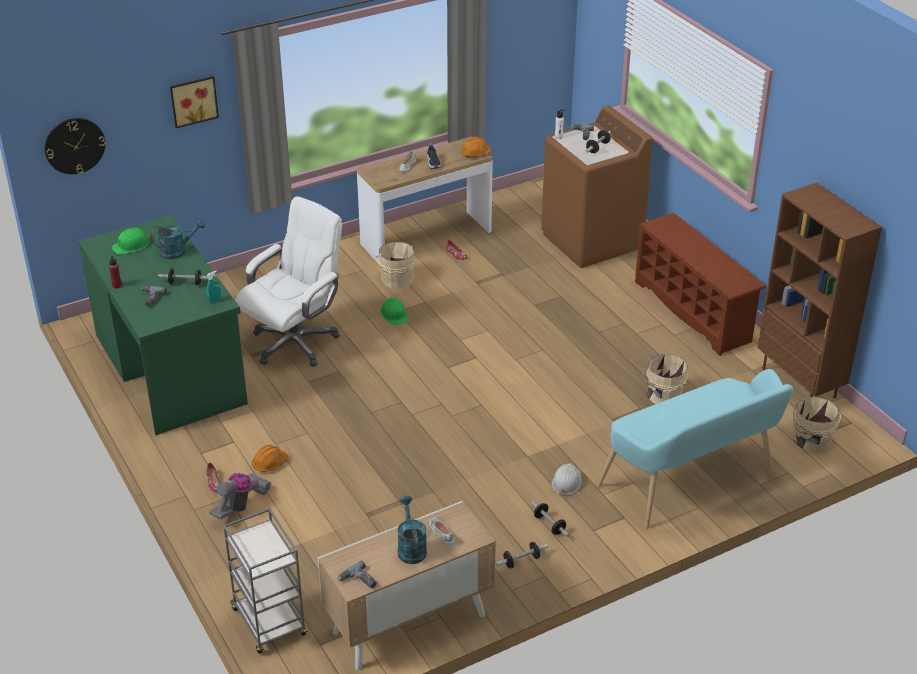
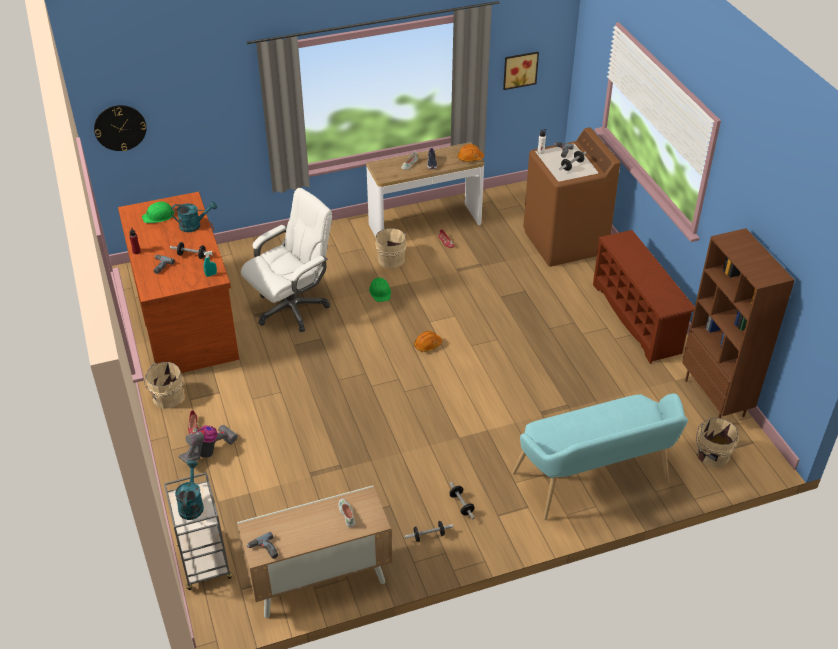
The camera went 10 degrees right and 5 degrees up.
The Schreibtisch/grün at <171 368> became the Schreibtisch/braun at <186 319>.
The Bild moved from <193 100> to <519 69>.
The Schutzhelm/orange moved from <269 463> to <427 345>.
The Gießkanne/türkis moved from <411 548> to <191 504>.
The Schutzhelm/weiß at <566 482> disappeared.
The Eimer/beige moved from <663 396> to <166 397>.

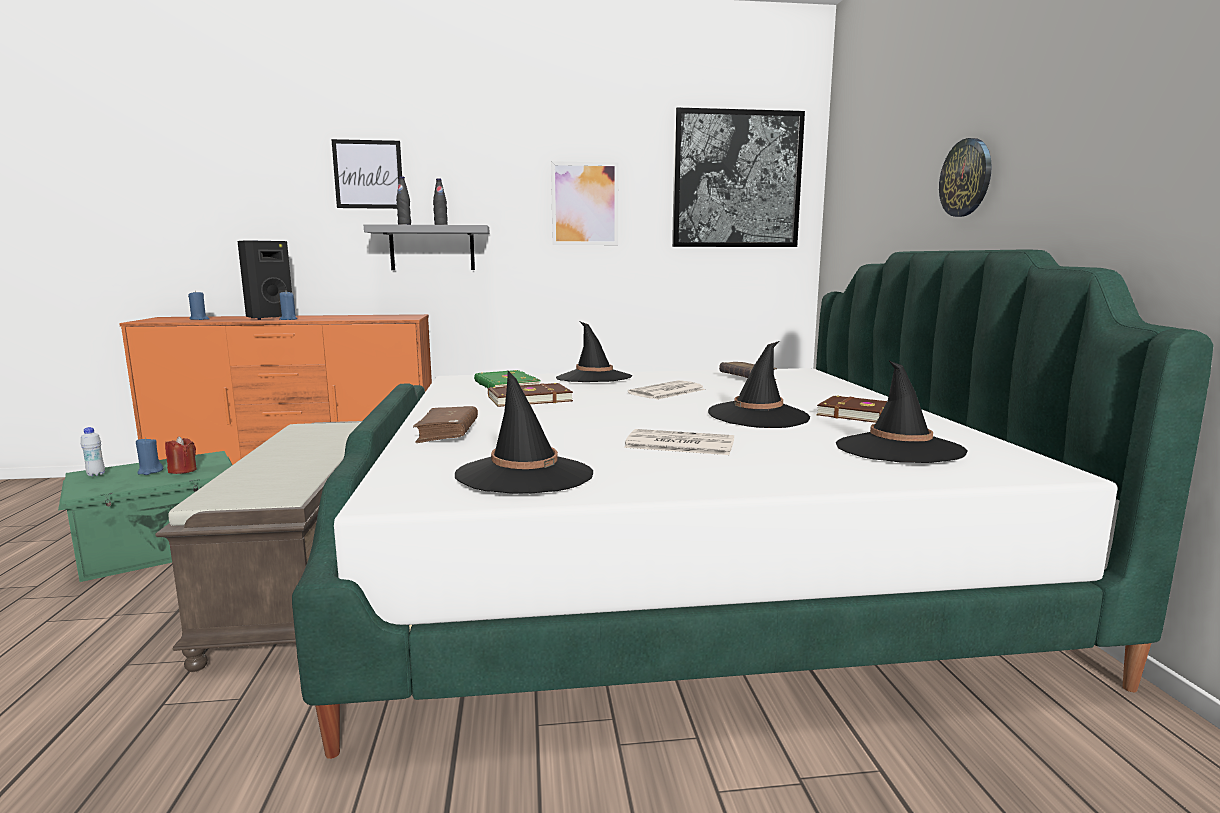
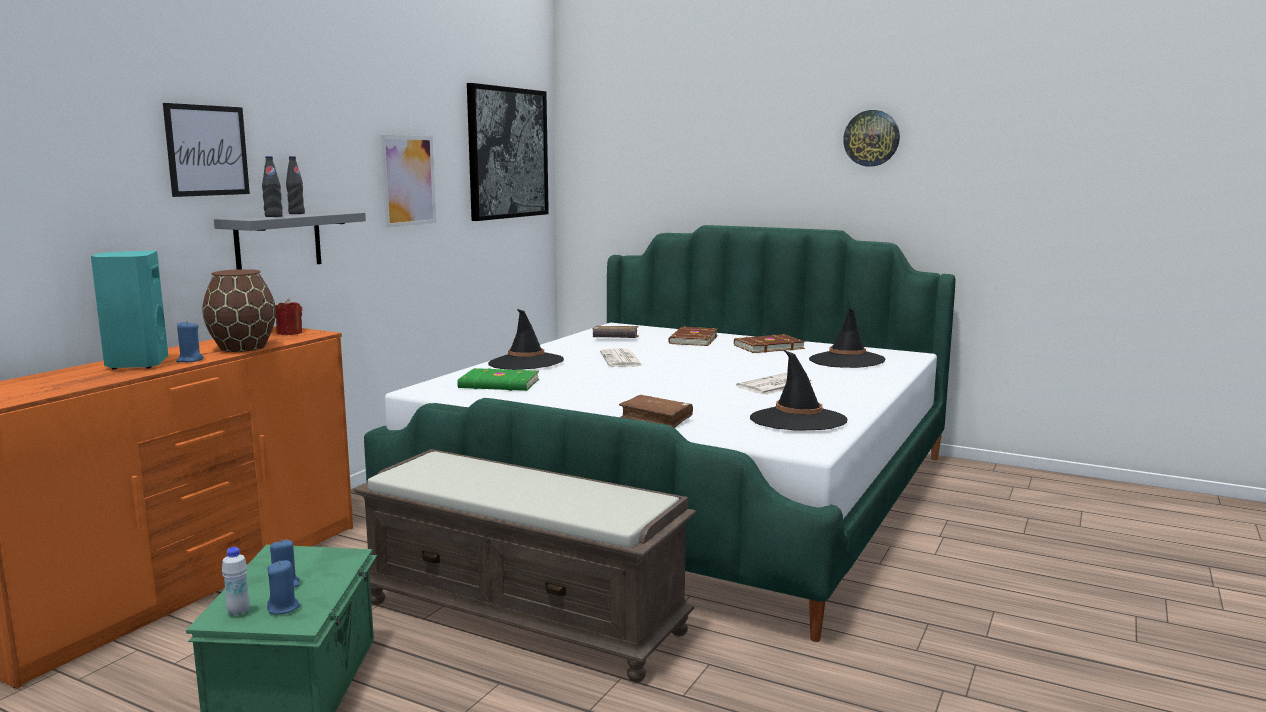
The camera went 55 degrees left and 0 degrees up.
The Kerze/rot moved from <182 470> to <290 333>.
The Kerze/blau moved from <199 319> to <283 608>.
The Lautsprecher/schwarz at <268 318> became the Lautsprecher/türkis at <136 364>.
The Buch/braun moved from <528 399> to <692 340>.
The Hut/schwarz at <758 416> disappeared.
The Wanduhr moved from <966 178> to <871 138>.
The Vase/braun at <243 348> appeared.

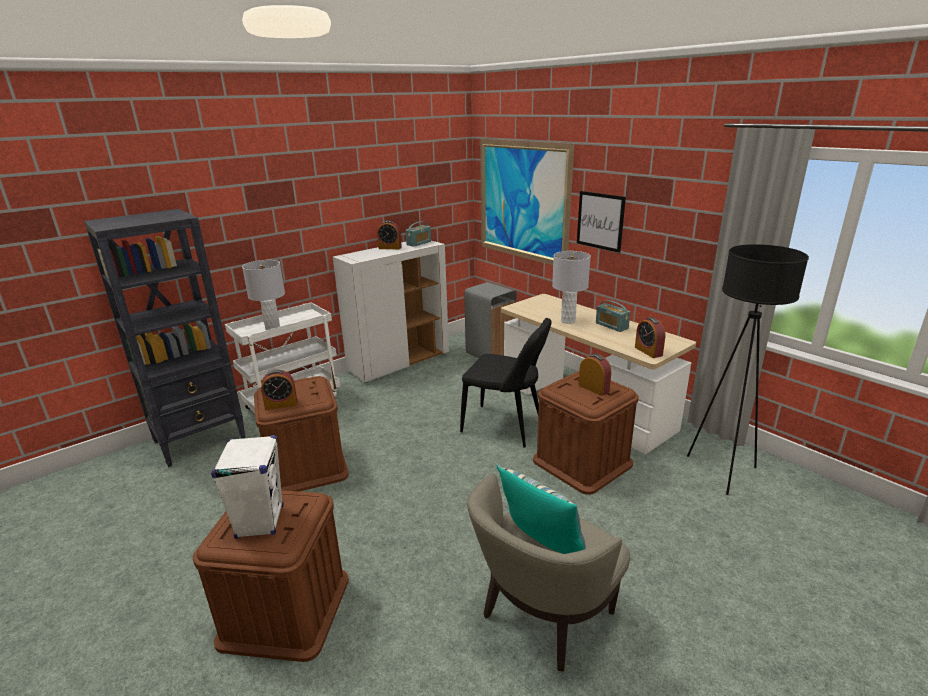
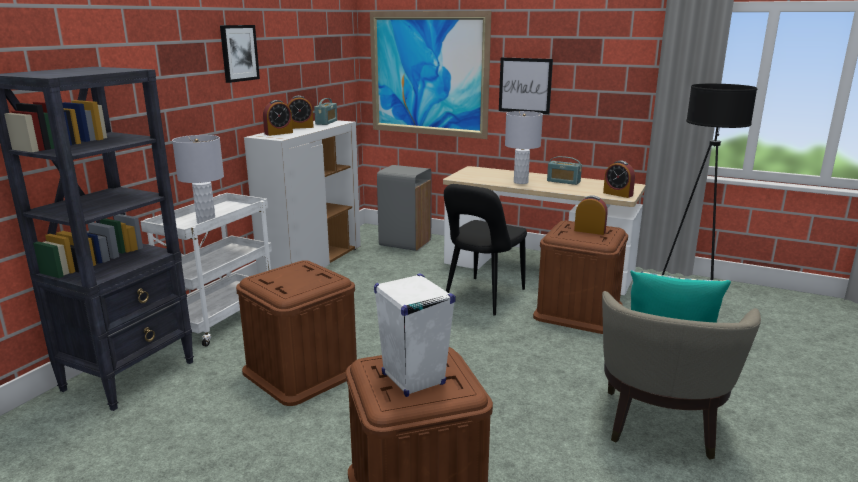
The camera went 25 degrees left and 5 degrees down.
The Wecker moved from <281 404> to <278 133>.
The Stuhl/schwarz at <505 427> turned 120 degrees clockwise.
The Bild at <239 53> appeared.

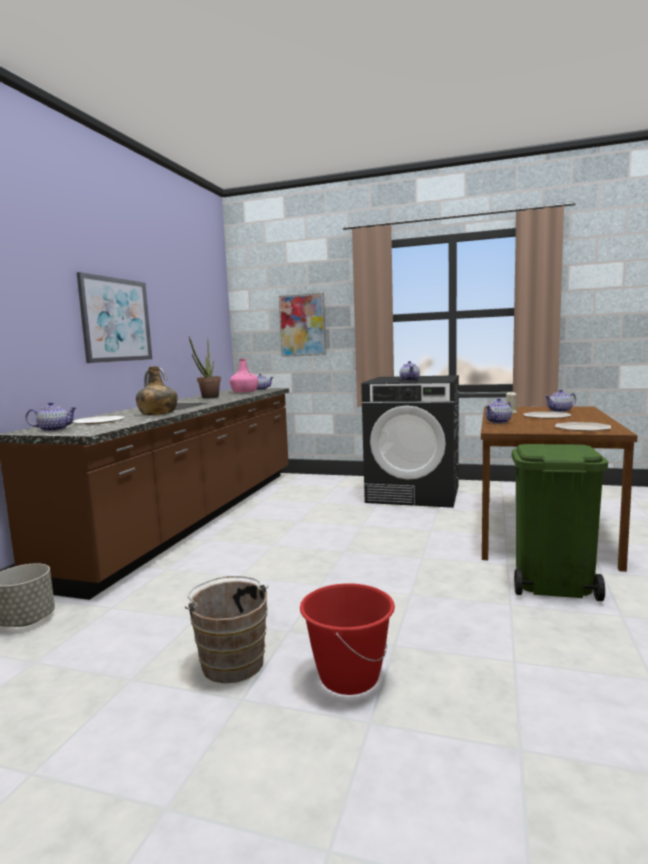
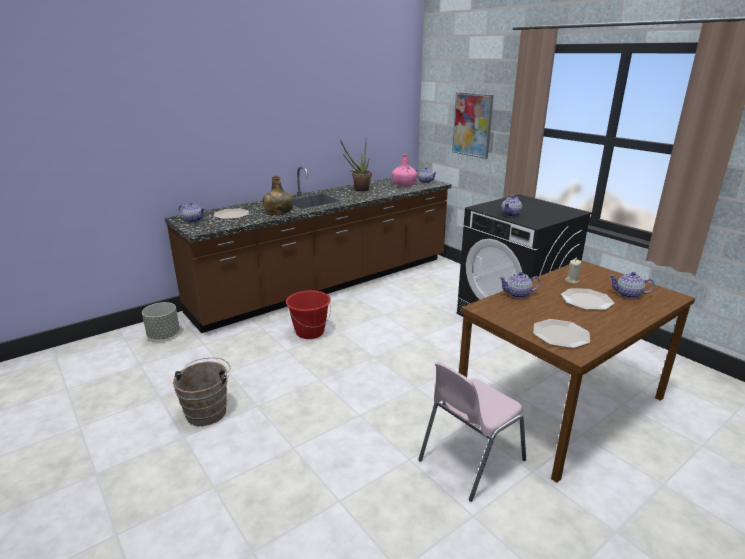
The camera went 35 degrees right and 15 degrees up.
The Bild at <116 320> disappeared.
The Eimer/rot moved from <349 677> to <310 332>.
The Mülleimer/grün at <552 584> was replaced by the Stuhl/rosa at <469 460>.

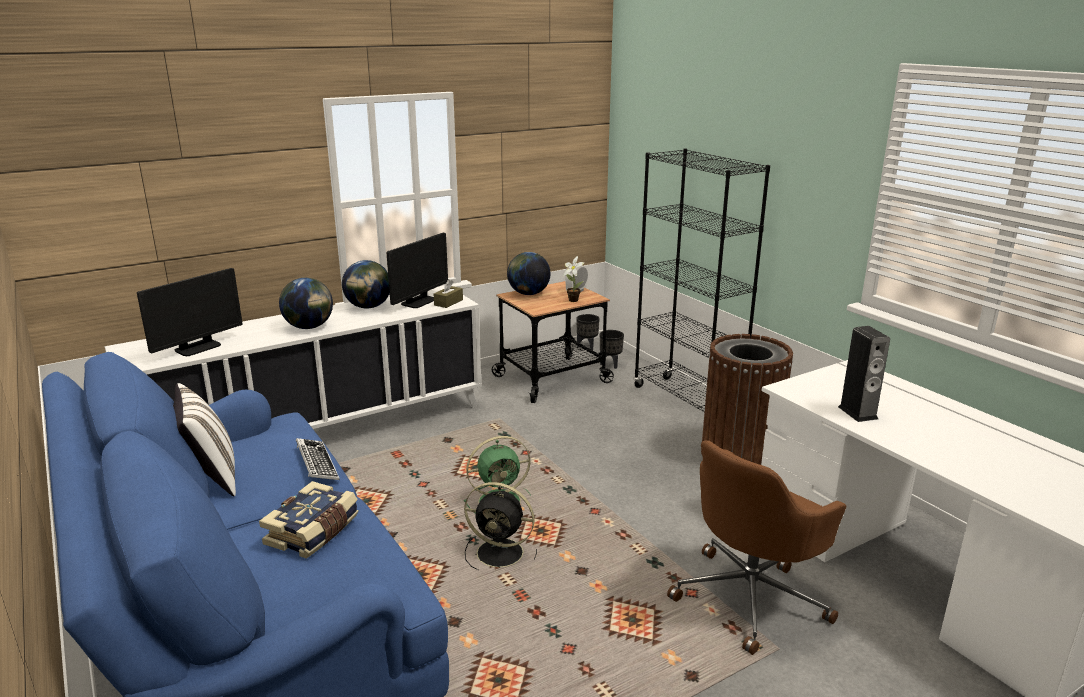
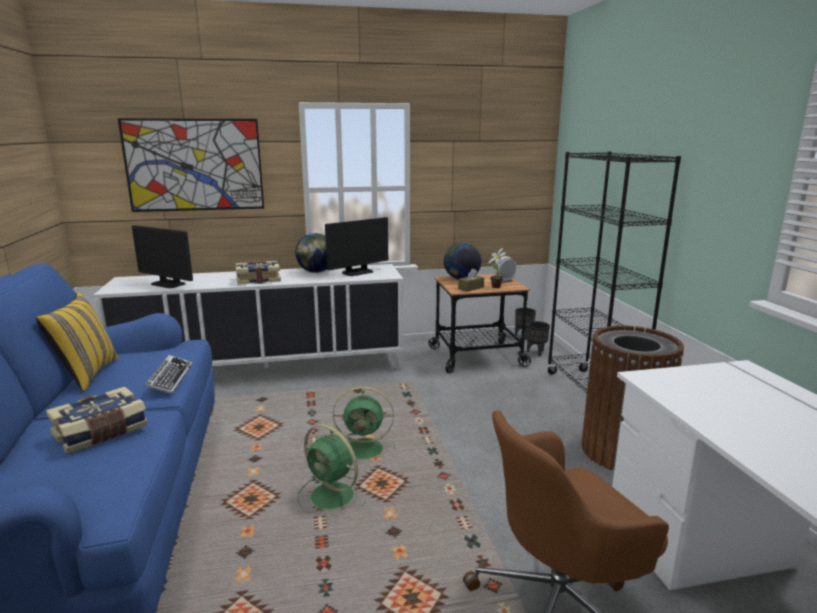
The camera went 20 degrees right and 5 degrees down.
The Monitor at <198 347> turned 60 degrees clockwise.
The Kissen/weiß at <210 478> became the Kissen/gelb at <86 375>.
The Globus at <309 327> was replaced by the Buch at <258 280>.
The Taschentuchbox/braun moved from <448 302> to <471 288>.
The Ventilator/schwarz at <502 553> became the Ventilator/grün at <333 497>.
The Lautsprecher at <857 412> disappeared.
The Bild at <194 165> appeared.

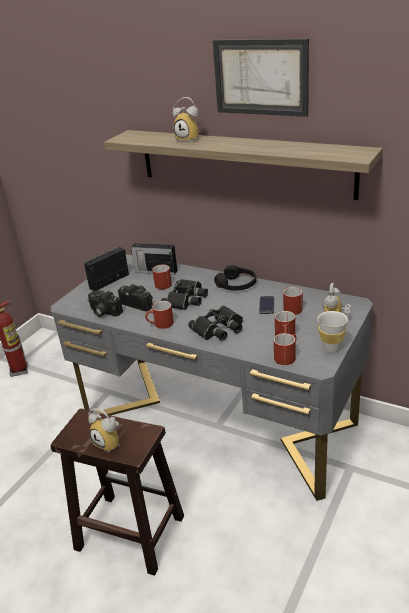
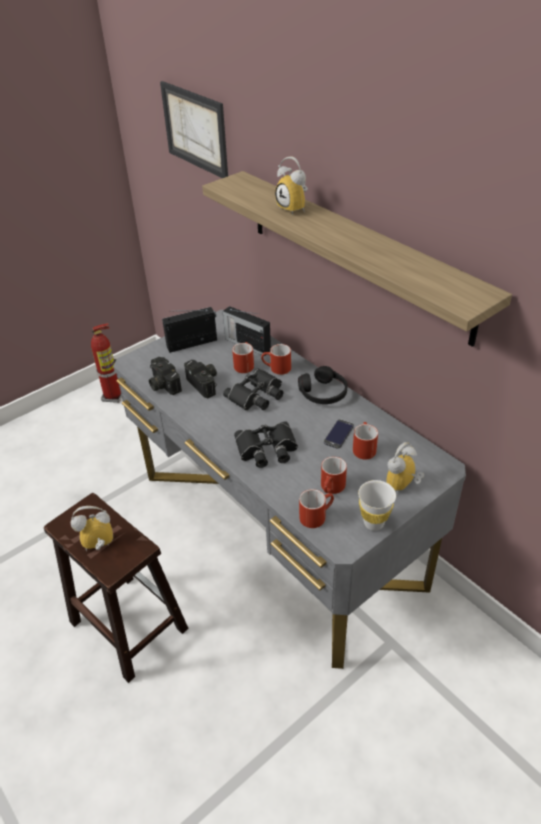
The camera went 20 degrees right and 10 degrees up.
The Wecker at <110 442> turned 105 degrees clockwise.
The Henkelbecher/rot moved from <160 325> to <276 369>.
The Bild moved from <261 77> to <195 129>.

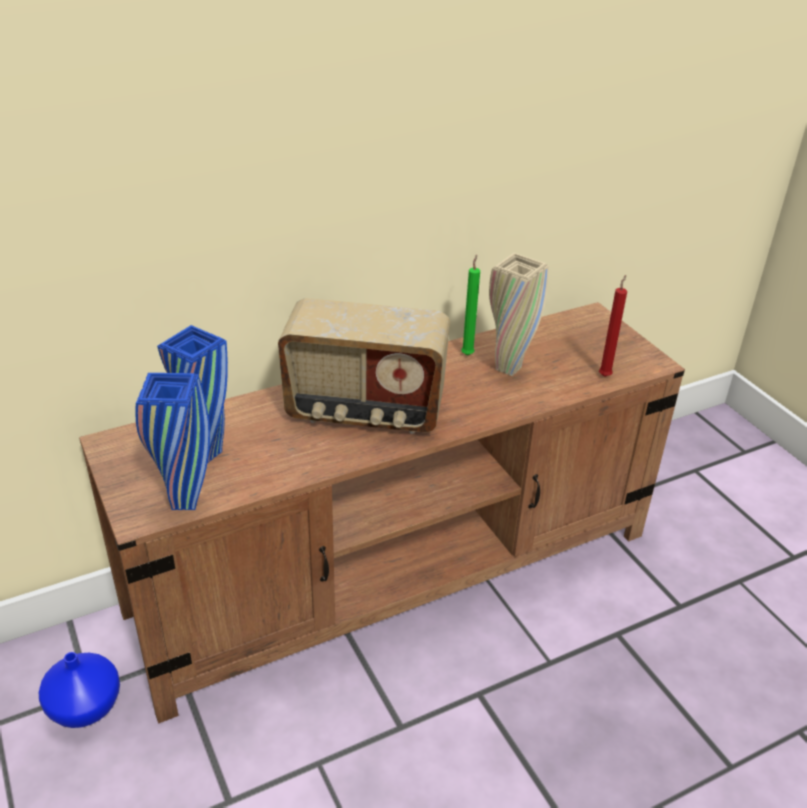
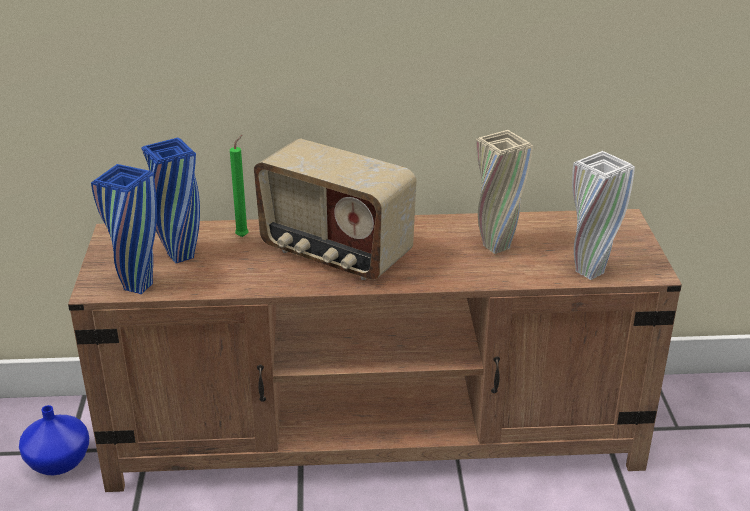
The camera went 25 degrees right and 5 degrees down.
The Kerze/grün moved from <468 354> to <244 236>.
The Kerze/rot at <605 375> was replaced by the Vase/weiß at <589 272>.

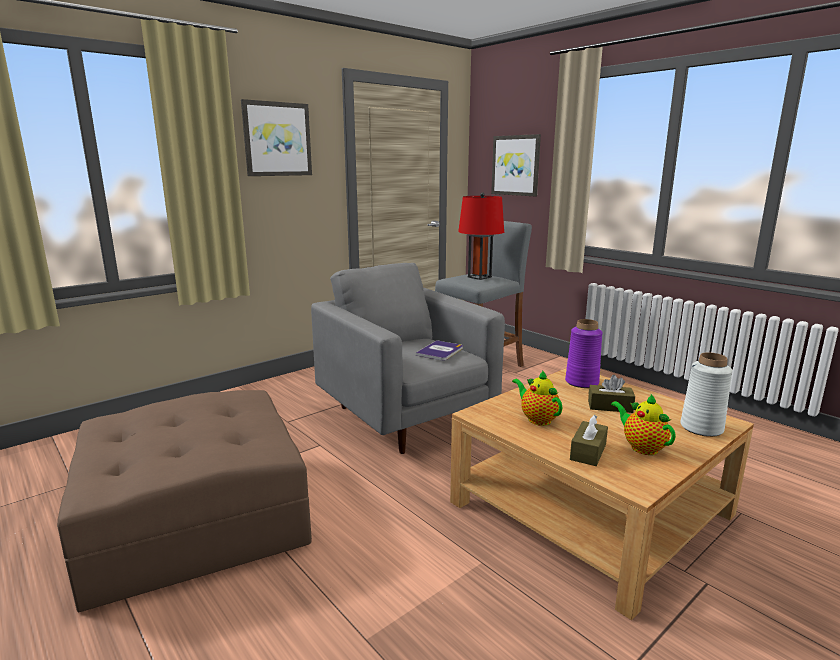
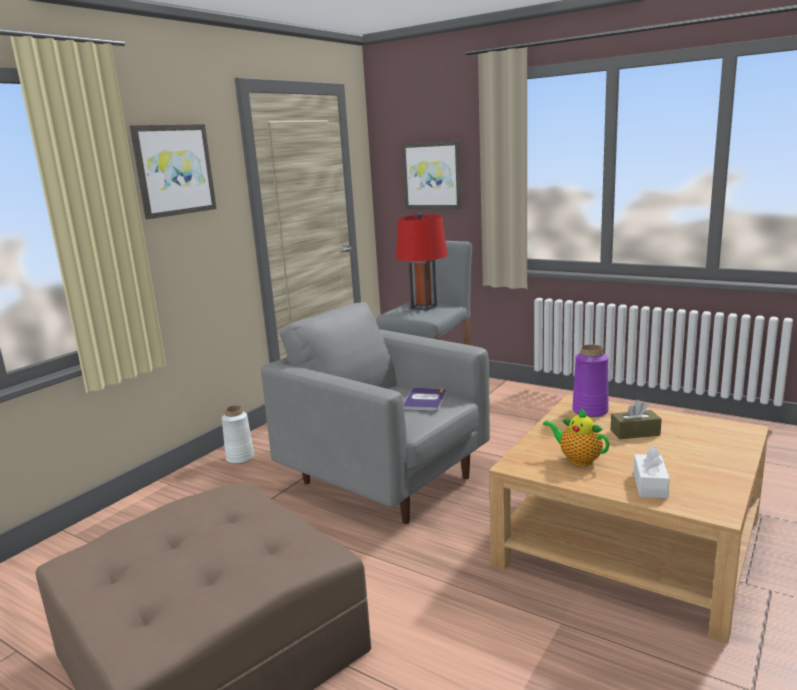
The camera went 15 degrees left and 0 degrees up.
The Taschentuchbox/braun at <588 452> became the Taschentuchbox/weiß at <650 485>.
The Teekanne at <641 447> disappeared.
The Vase/weiß moved from <702 428> to <240 458>.

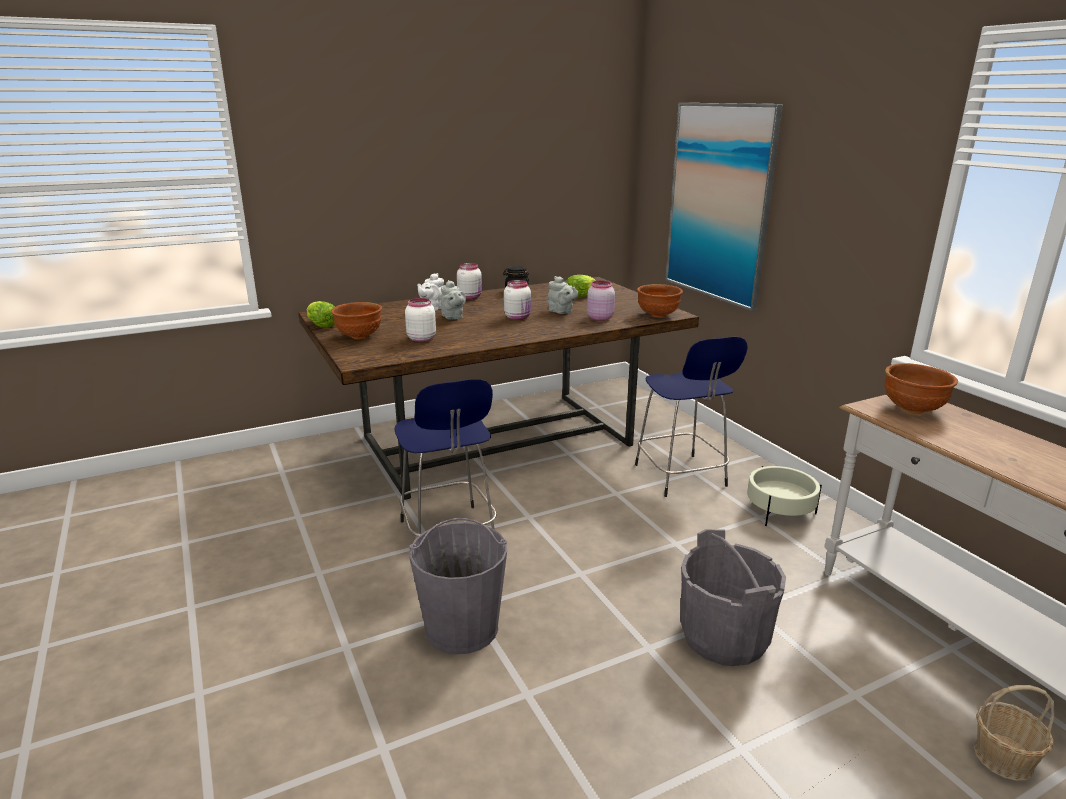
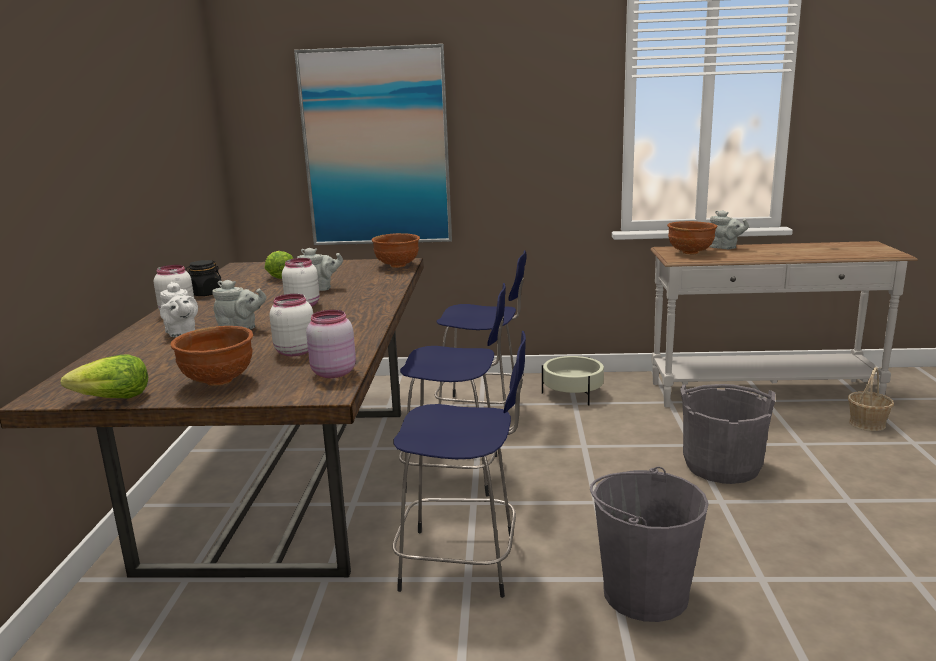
The camera went 60 degrees left and 5 degrees down.
The Vorratsglas/rosa moved from <599 318> to <332 373>.
The Hocker/blau at <456 474> appeared.
The Teekanne/grau at <725 248> appeared.

